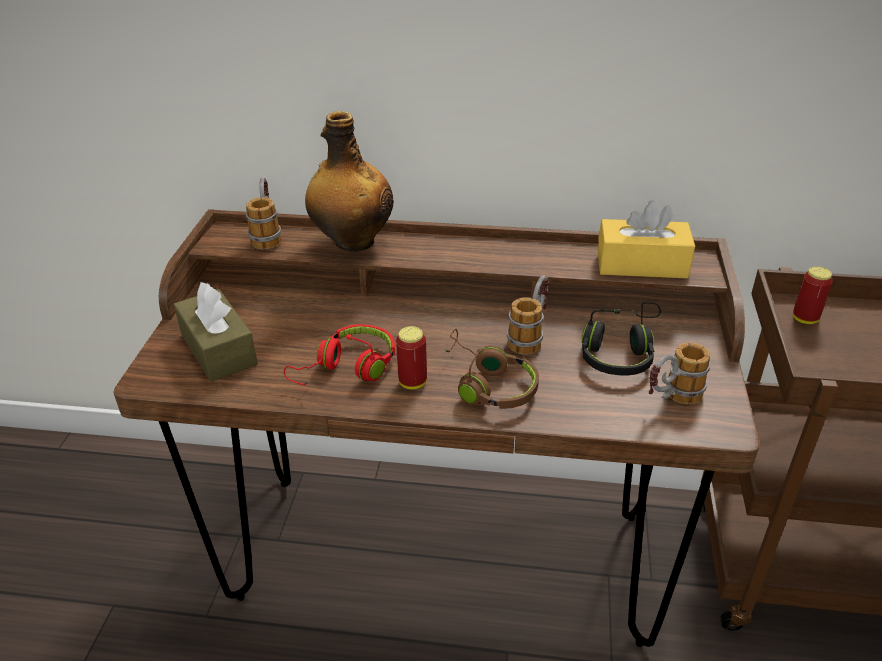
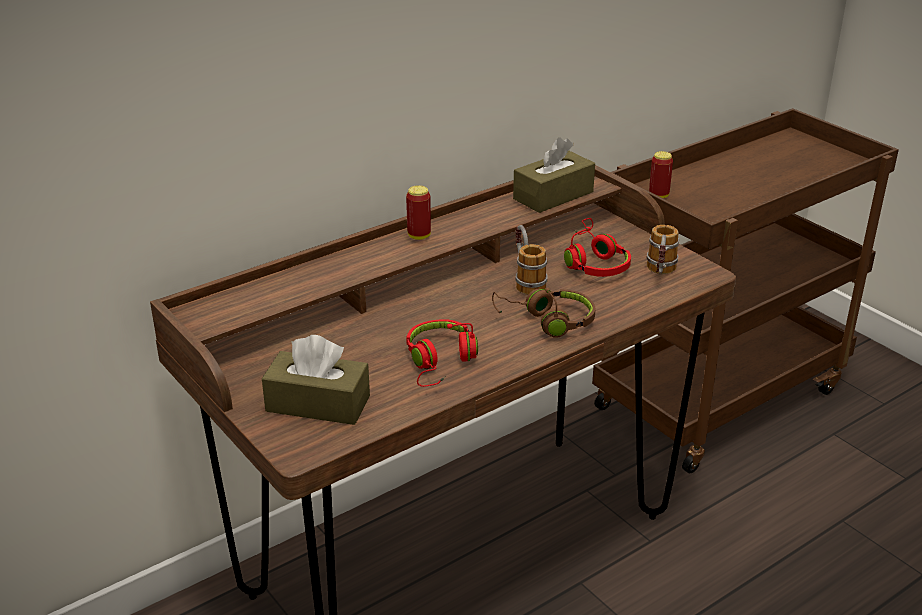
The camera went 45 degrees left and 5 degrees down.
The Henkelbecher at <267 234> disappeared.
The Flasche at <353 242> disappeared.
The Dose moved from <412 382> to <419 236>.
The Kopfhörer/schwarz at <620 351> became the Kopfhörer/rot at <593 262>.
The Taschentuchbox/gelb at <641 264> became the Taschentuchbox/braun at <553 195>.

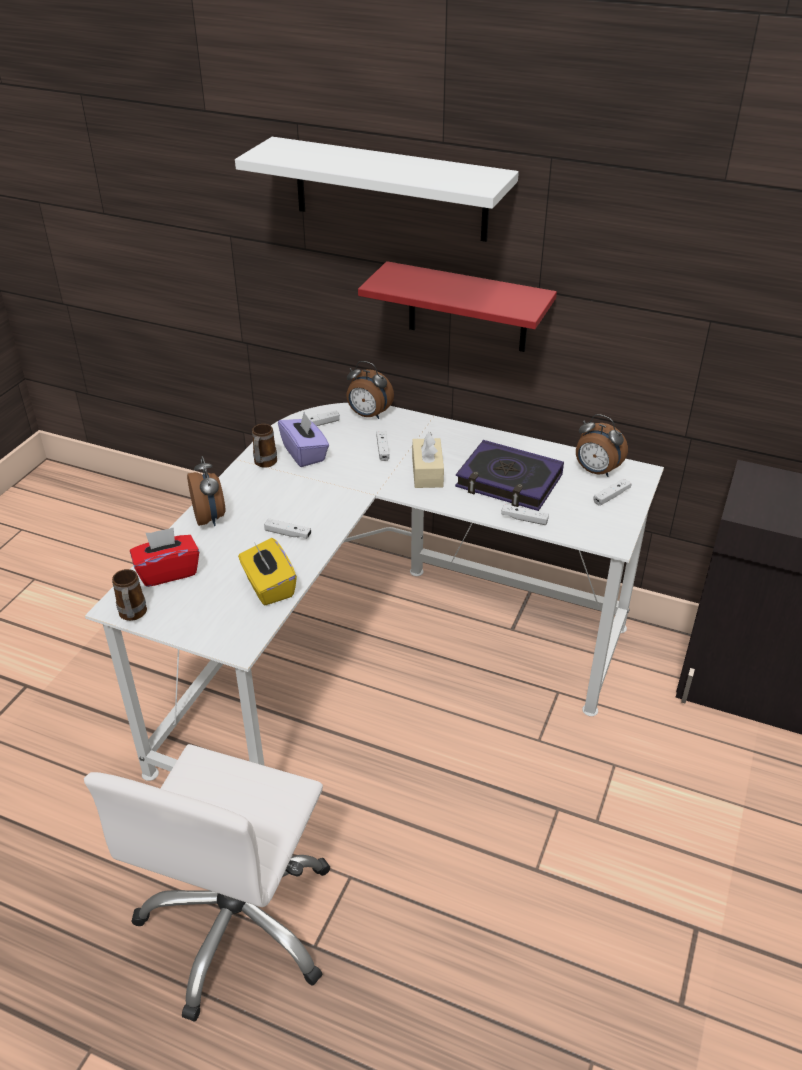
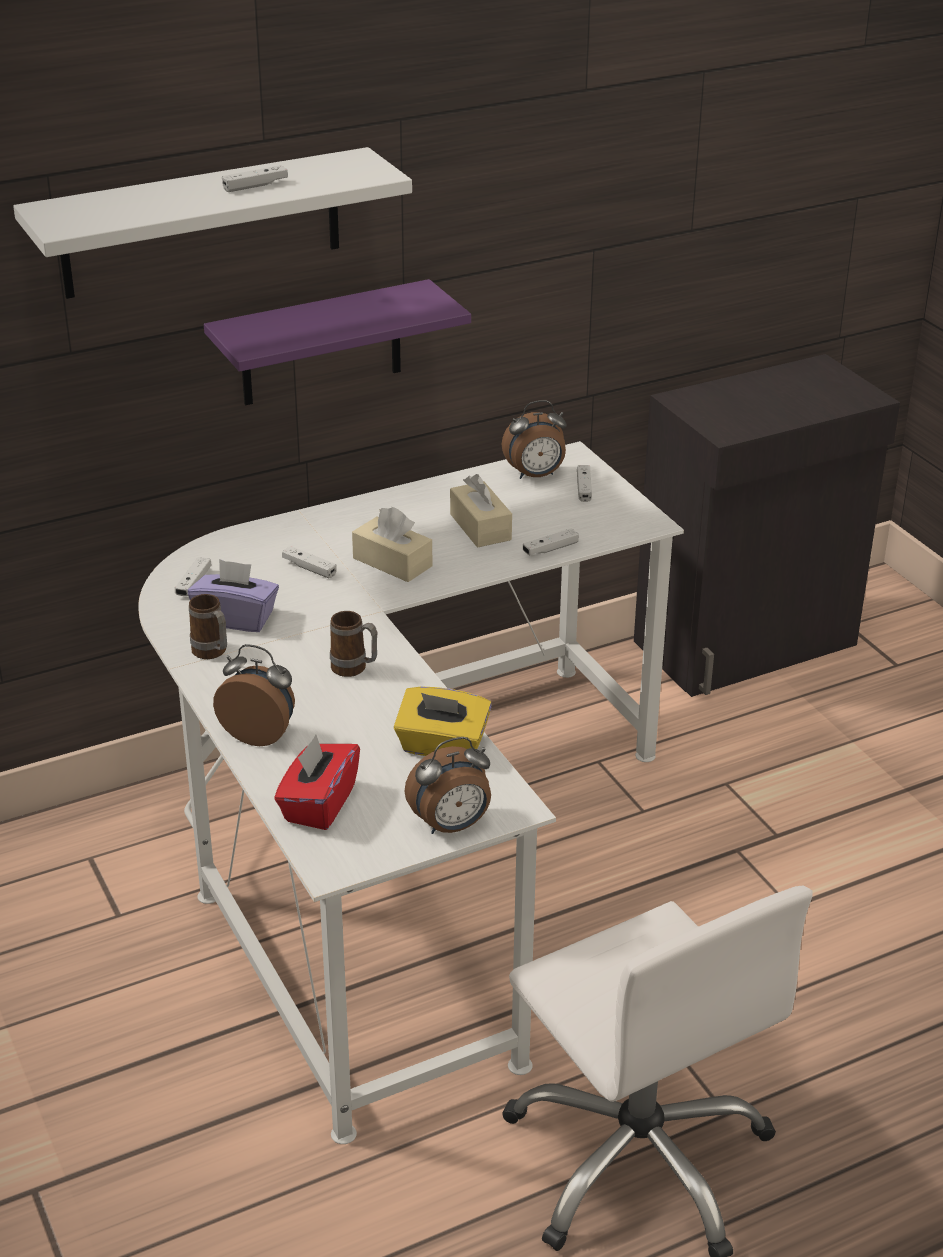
The camera went 50 degrees left and 5 degrees down.
The Henkelbecher moved from <132 616> to <354 670>.
The Gamepad/weiß moved from <288 533> to <255 186>.
The Wecker moved from <368 415> to <451 826>.
The Wandregal/rot at <467 308> became the Wandregal/lila at <321 344>.
The Buch at <508 482> was replaced by the Taschentuchbox/beige at <480 527>.

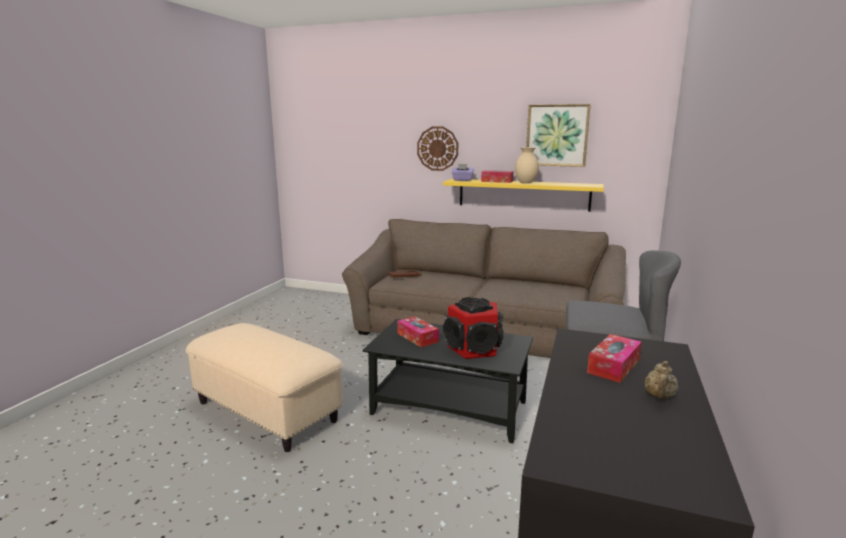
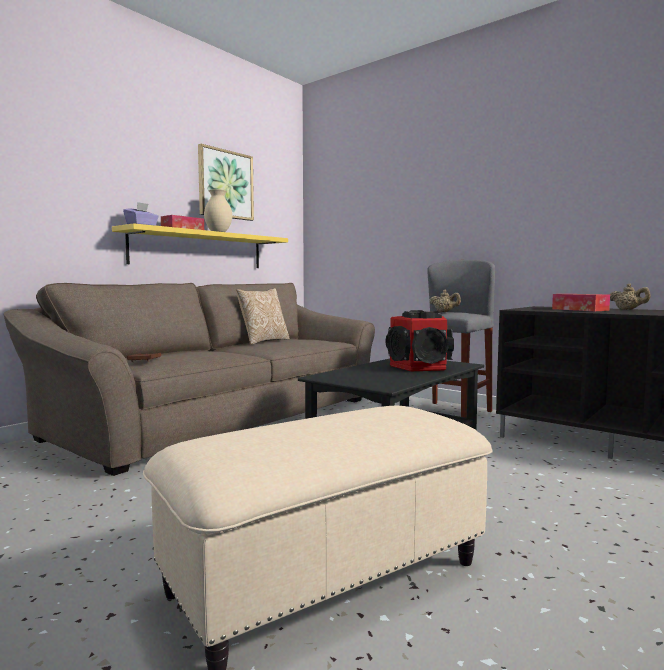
The camera went 70 degrees left and 10 degrees down.
The Taschentuchbox at <417 337> disappeared.
The Wanduhr at <437 148> disappeared.
The Kissen at <263 341> appeared.
The Teekanne/beige at <444 312> appeared.

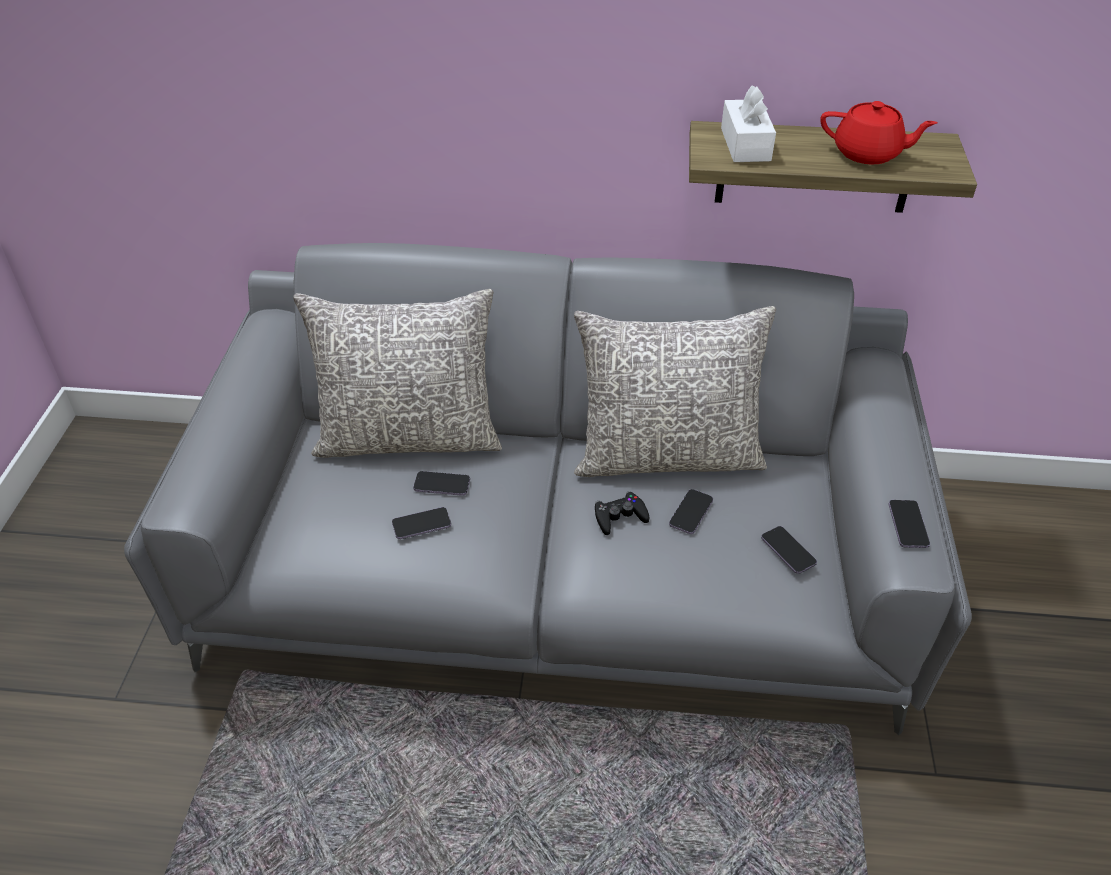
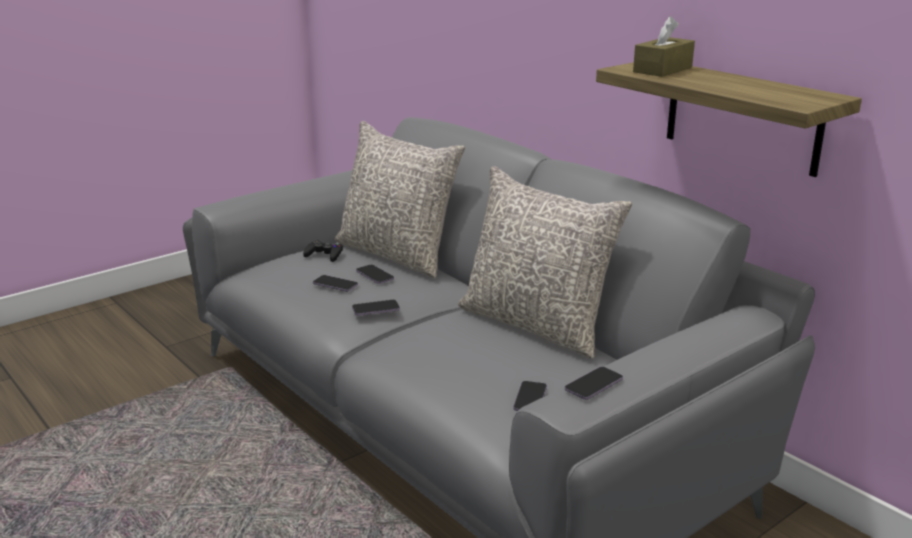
The camera went 45 degrees right and 20 degrees down.
The Gamepad/schwarz moved from <619 517> to <324 255>.
The Handy moved from <691 513> to <376 309>.
The Taschentuchbox/weiß at <745 144> became the Taschentuchbox/braun at <662 69>.
The Teekanne/rot at <868 154> disappeared.

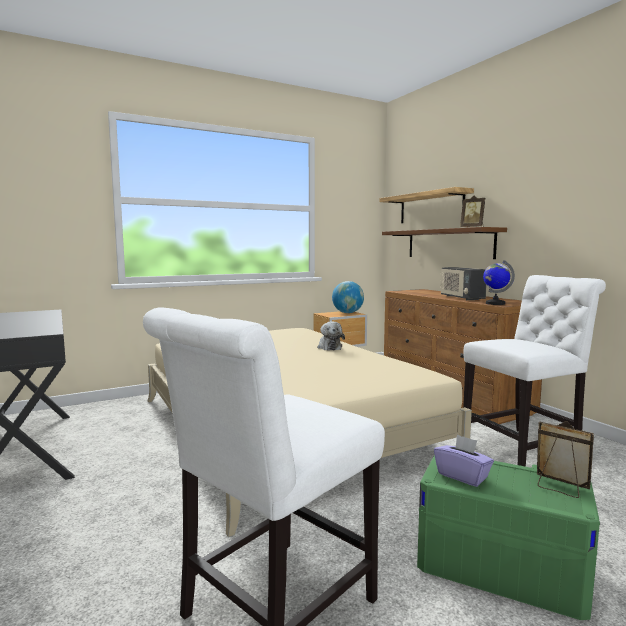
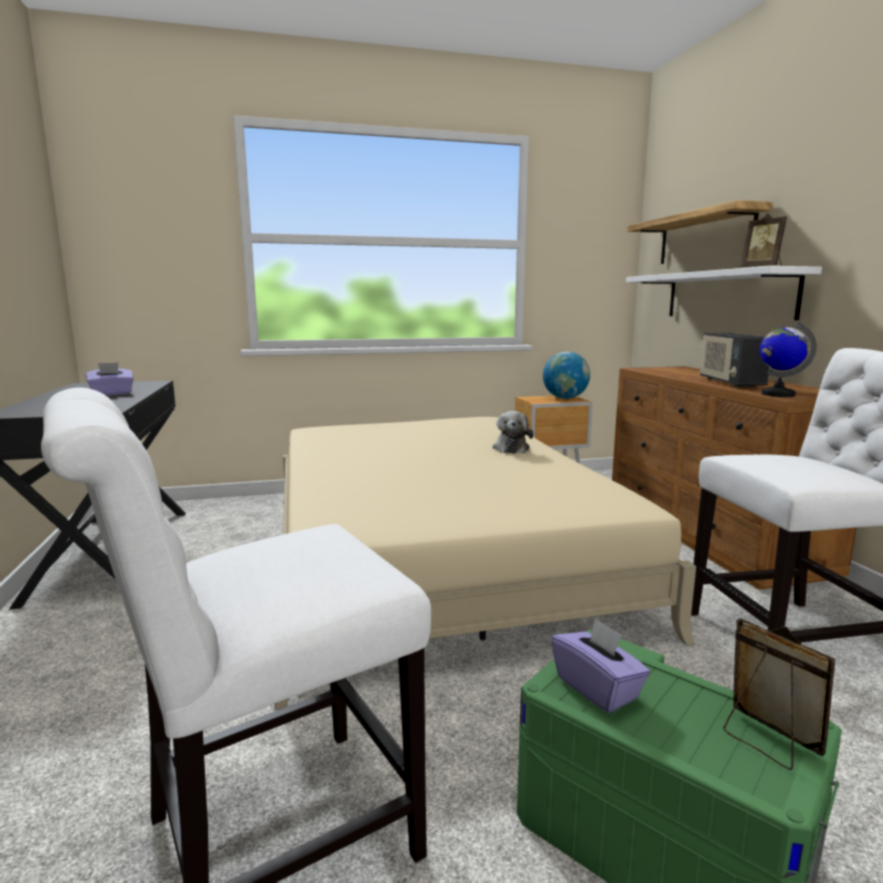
The camera went 15 degrees right and 5 degrees up.
The Wandregal/braun at <449 244> became the Wandregal/weiß at <727 295>.
The Taschentuchbox/lila at <112 394> appeared.

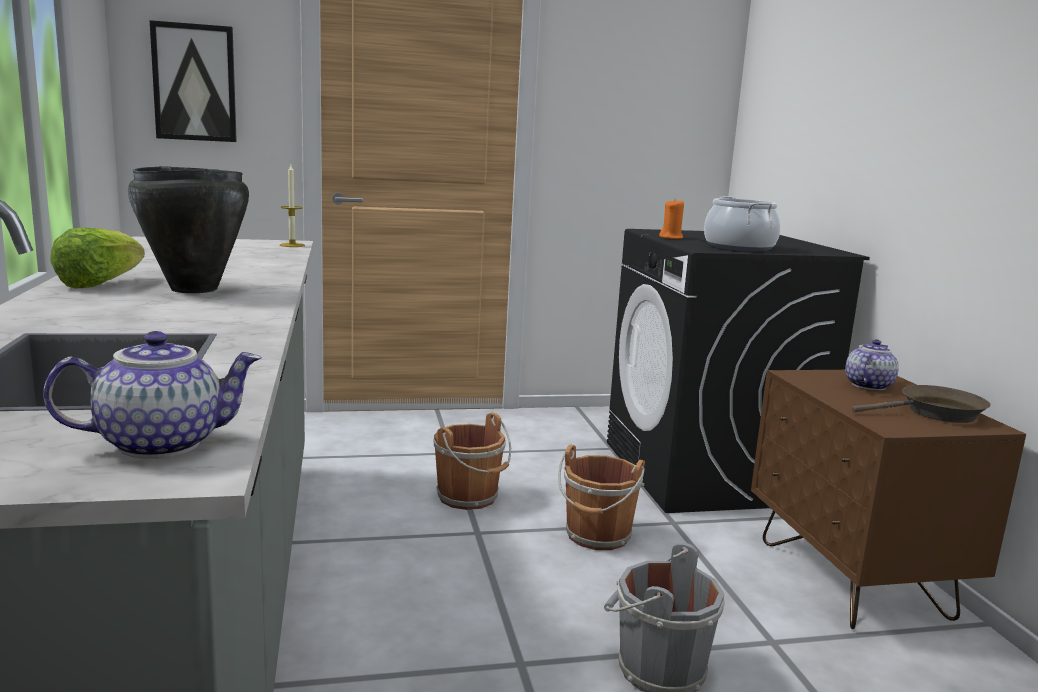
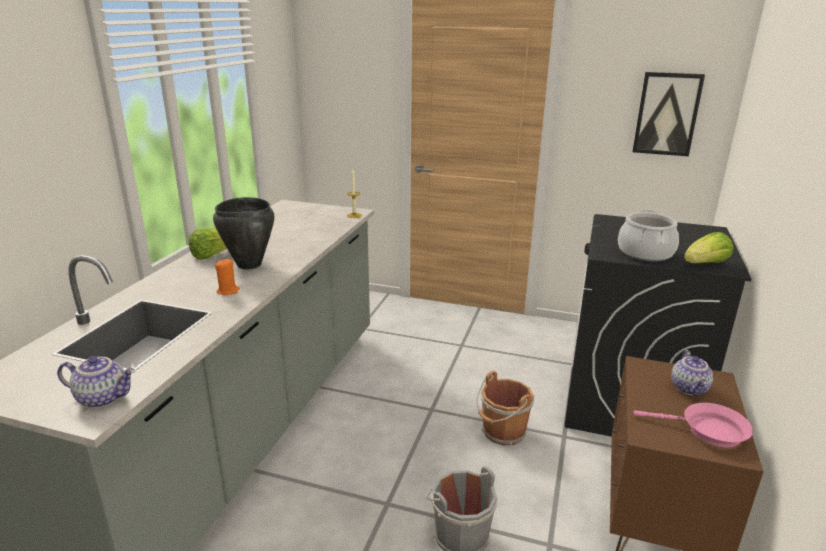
The camera went 30 degrees right and 10 degrees up.
The Bild moved from <194 83> to <667 114>.
The Eimer/braun at <470 497> disappeared.
The Kerze/orange moved from <671 237> to <228 291>.
The Teekanne at <867 385> turned 120 degrees clockwise.
The Pfanne/braun at <935 413> became the Pfanne/rosa at <708 431>.
The Salatkopf at <705 264> appeared.

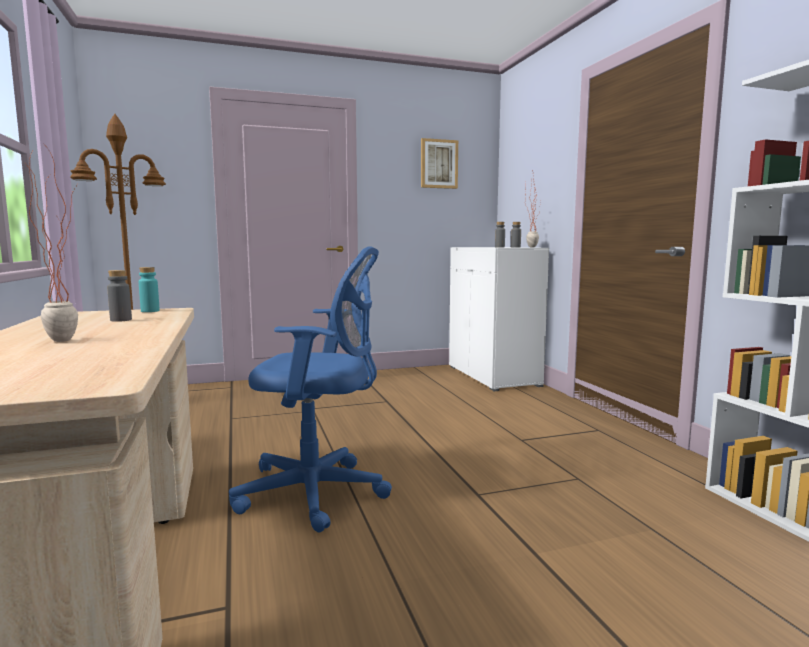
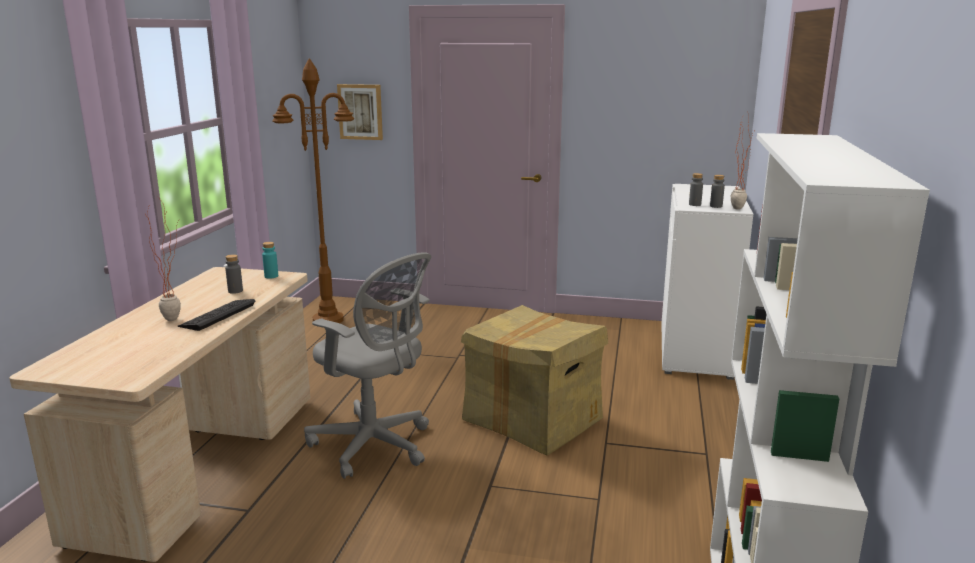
The camera went 30 degrees right and 10 degrees up.
The Bürostuhl/blau at <318 493> became the Bürostuhl/grau at <375 446>.
The Bild moved from <438 164> to <360 112>.
The Tastatur at <217 315> appeared.
The Karton at <533 420> appeared.

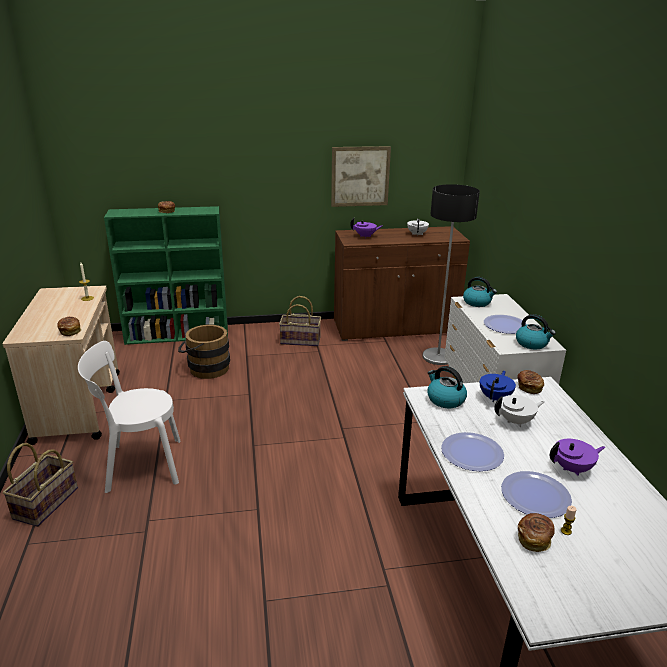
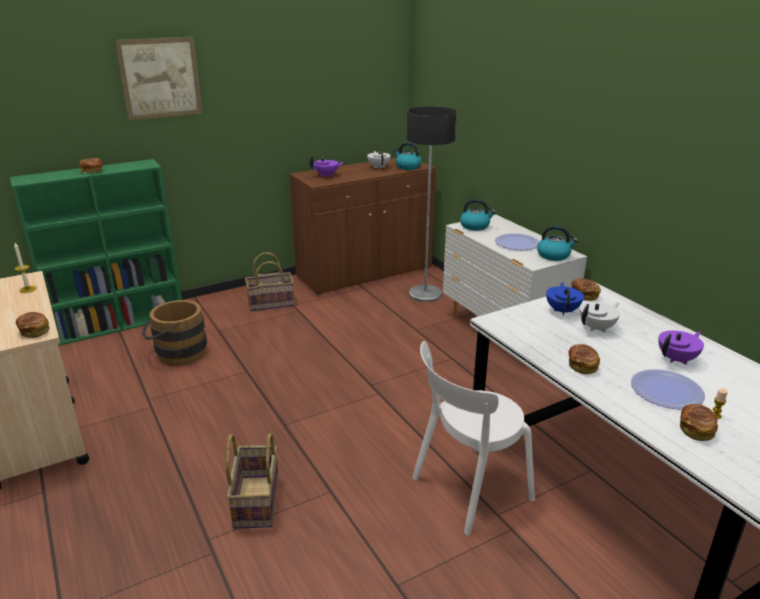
The camera went 20 degrees left and 0 degrees up.
The Korb moved from <45 503> to <255 501>.
The Stuhl/weiß moved from <139 465> to <467 490>.
The Bild moved from <360 176> to <160 78>.
The Wasserkessel moved from <445 399> to <407 167>.
The Teller at <472 453> was replaced by the Brot at <582 365>.

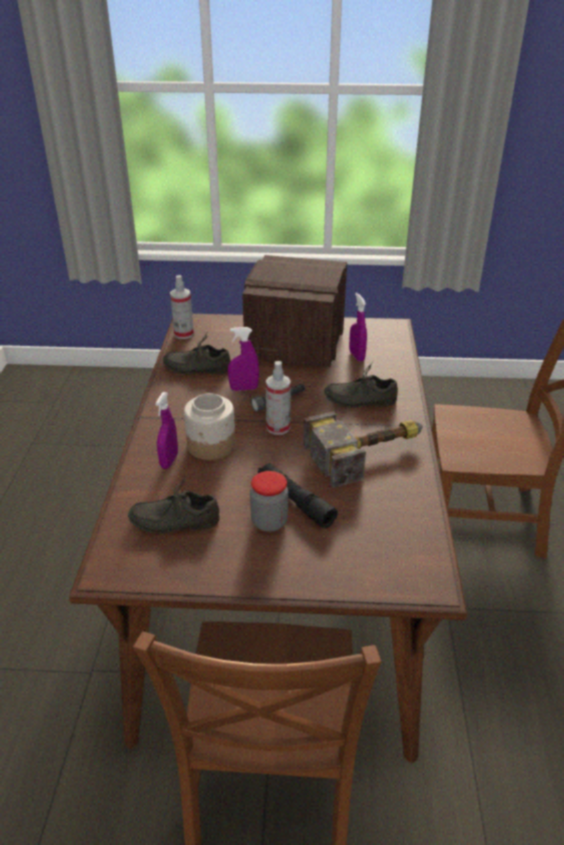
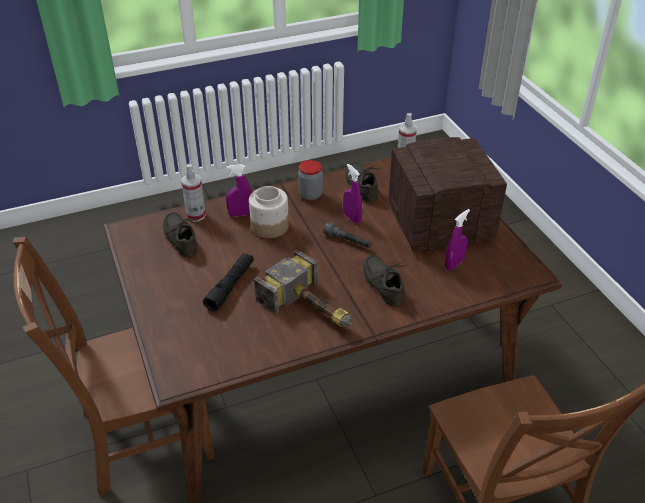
The camera went 65 degrees right and 5 degrees up.
The Vorratsglas moved from <269 522> to <310 195>.
The Sprühflasche moved from <278 427> to <196 215>.

